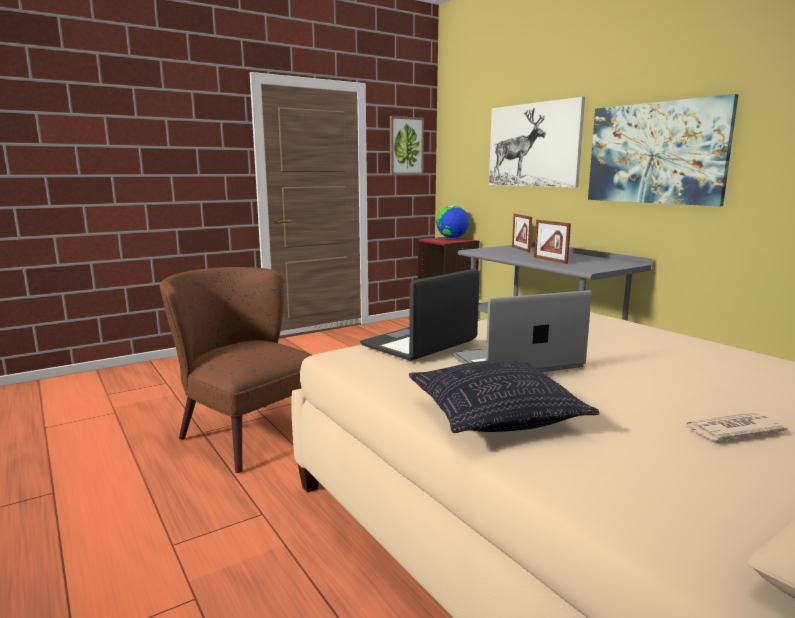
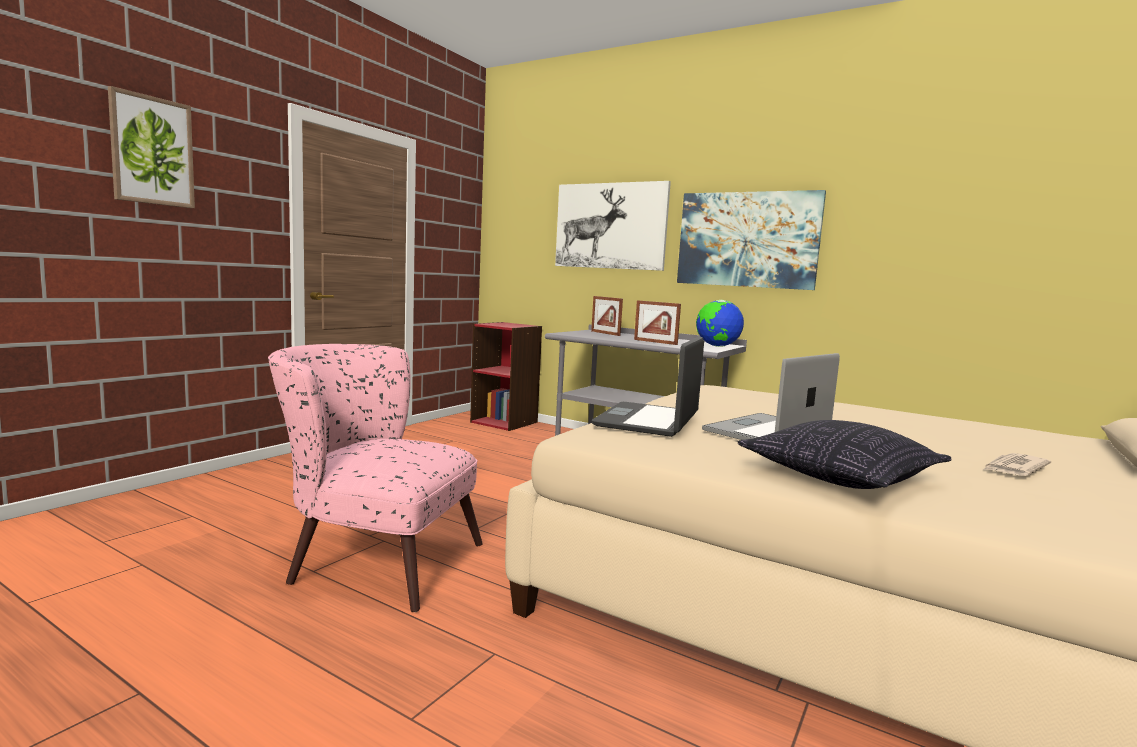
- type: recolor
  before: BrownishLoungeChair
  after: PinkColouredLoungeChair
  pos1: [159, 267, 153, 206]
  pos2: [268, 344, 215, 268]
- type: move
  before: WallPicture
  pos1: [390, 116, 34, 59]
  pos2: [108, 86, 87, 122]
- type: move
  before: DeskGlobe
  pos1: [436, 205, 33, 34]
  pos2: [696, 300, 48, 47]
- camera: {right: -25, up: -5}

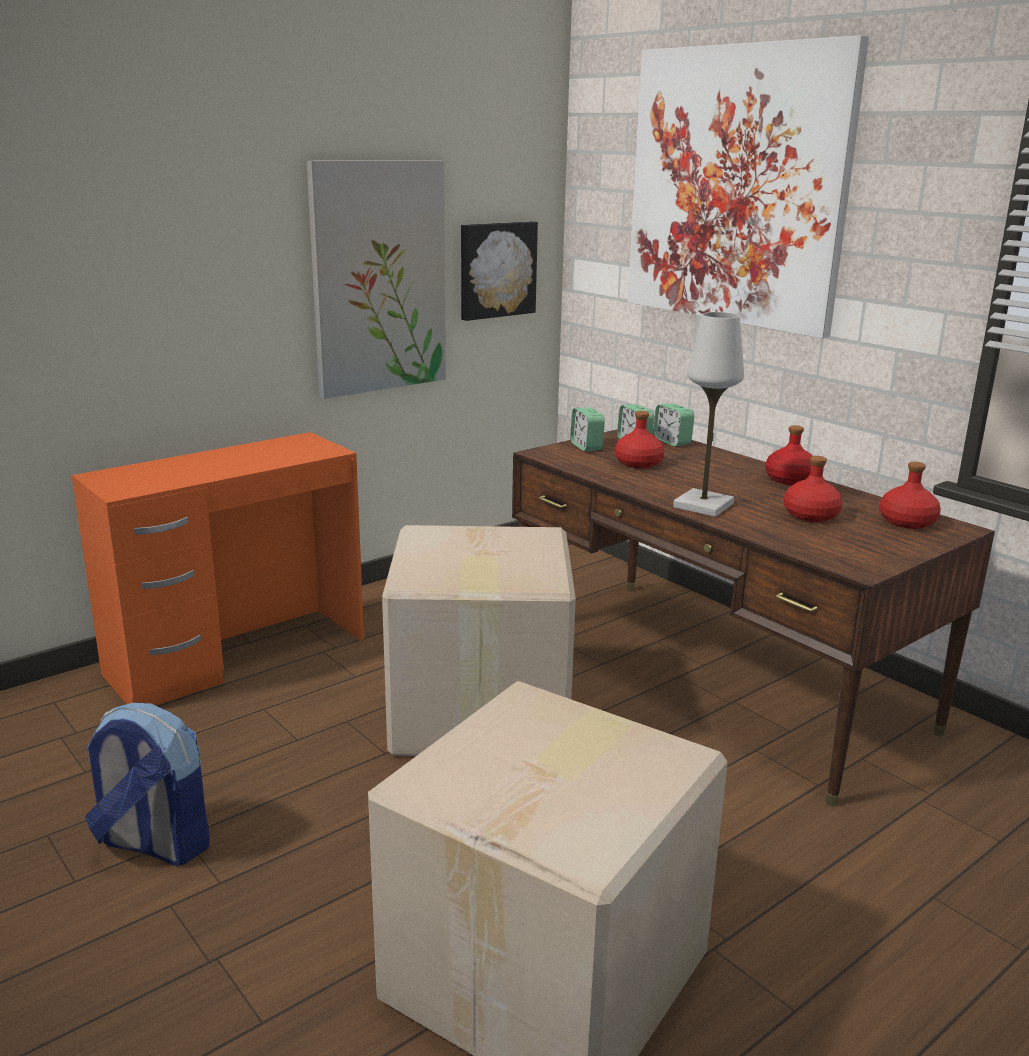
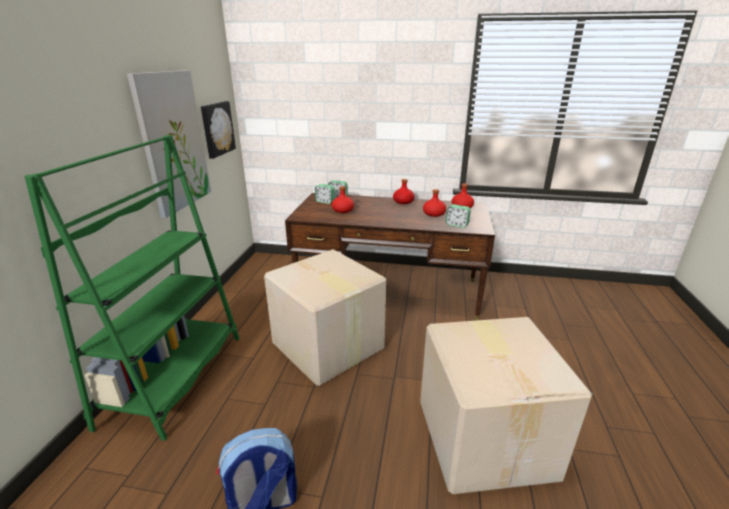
- type: replace
  before: OrangeyDesk
  after: GreenColouredBookshelf
  pos1: [72, 432, 292, 273]
  pos2: [24, 135, 216, 306]
- type: move
  before: TableClock
  pos1: [570, 407, 35, 45]
  pos2: [446, 204, 25, 24]
- type: delete
  before: WallPicture
  pos1: [628, 35, 241, 303]
- type: delete
  before: WhiteTabletopLamp
  pos1: [673, 312, 71, 205]
- camera: {right: -40, up: 5}

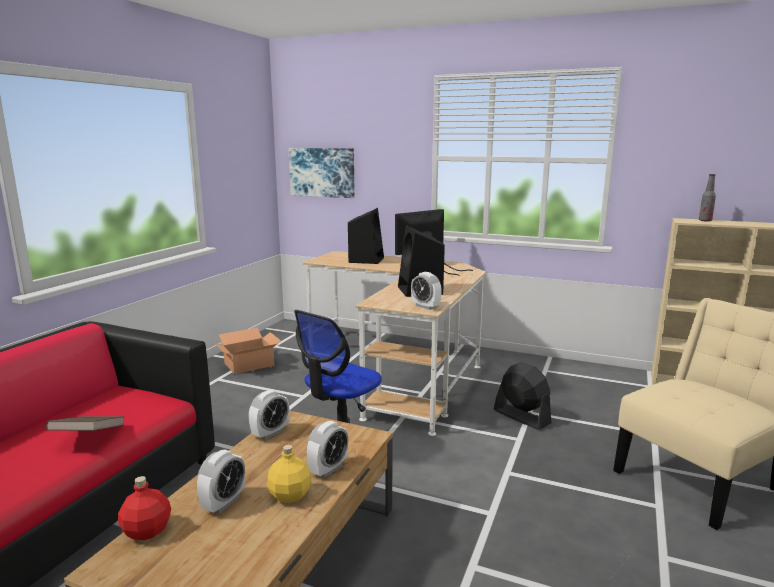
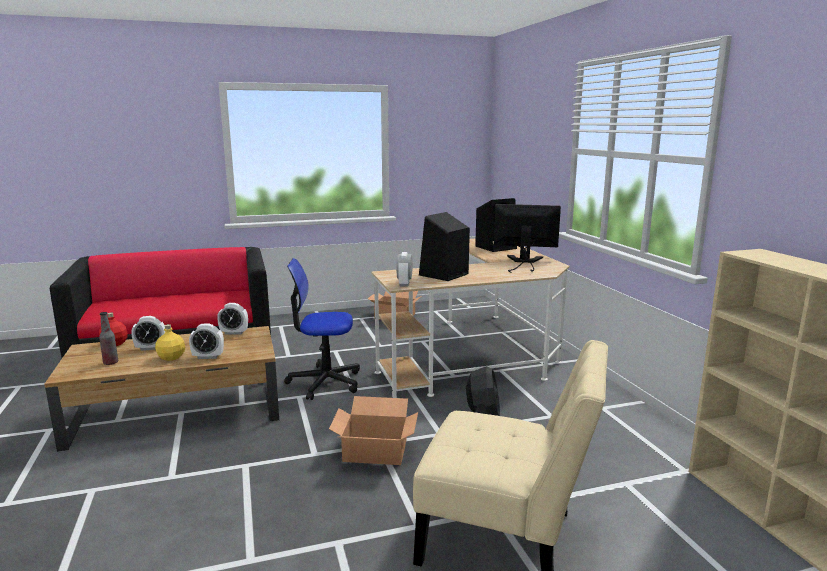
- type: delete
  before: BrownishBoundBook
  pos1: [46, 416, 79, 15]
- type: delete
  before: WallPicture
  pos1: [289, 148, 66, 50]
- type: move
  before: DrinkBottle
  pos1: [699, 174, 17, 48]
  pos2: [99, 312, 19, 53]
- type: insert
  after: Carton
  pos2: [329, 396, 89, 69]
- camera: {right: 50, up: 0}

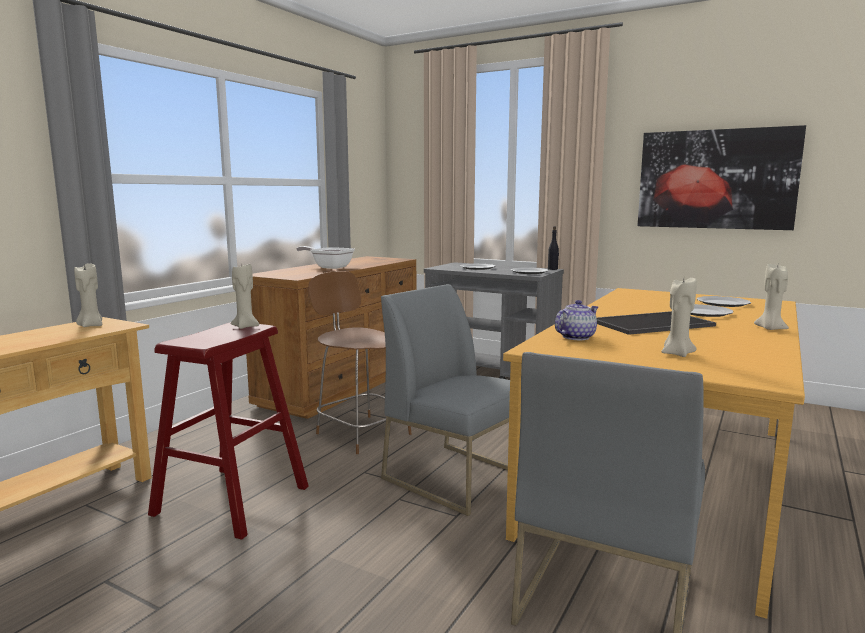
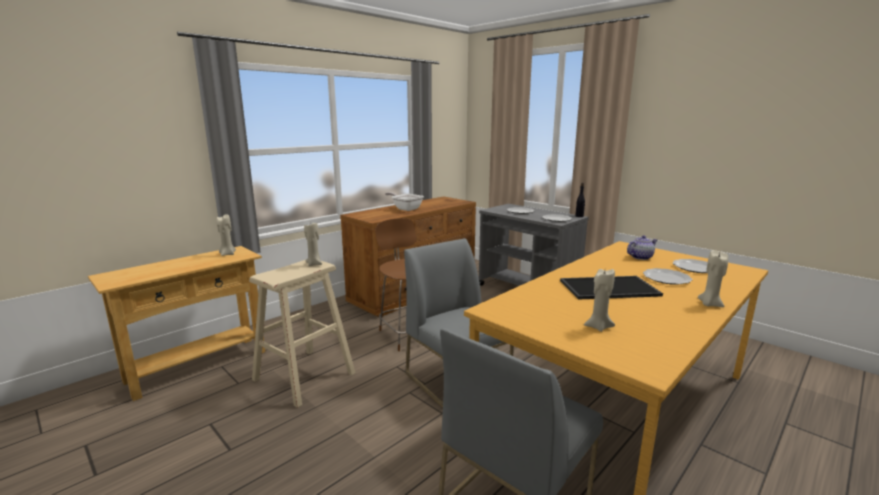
- type: recolor
  before: ReddishStool
  after: SandColouredStool
  pos1: [148, 322, 161, 218]
  pos2: [249, 260, 107, 148]
- type: move
  before: Teapot
  pos1: [555, 300, 43, 40]
  pos2: [627, 235, 30, 25]
- type: delete
  before: WallPicture
  pos1: [638, 125, 168, 105]
- camera: {right: 15, up: 5}

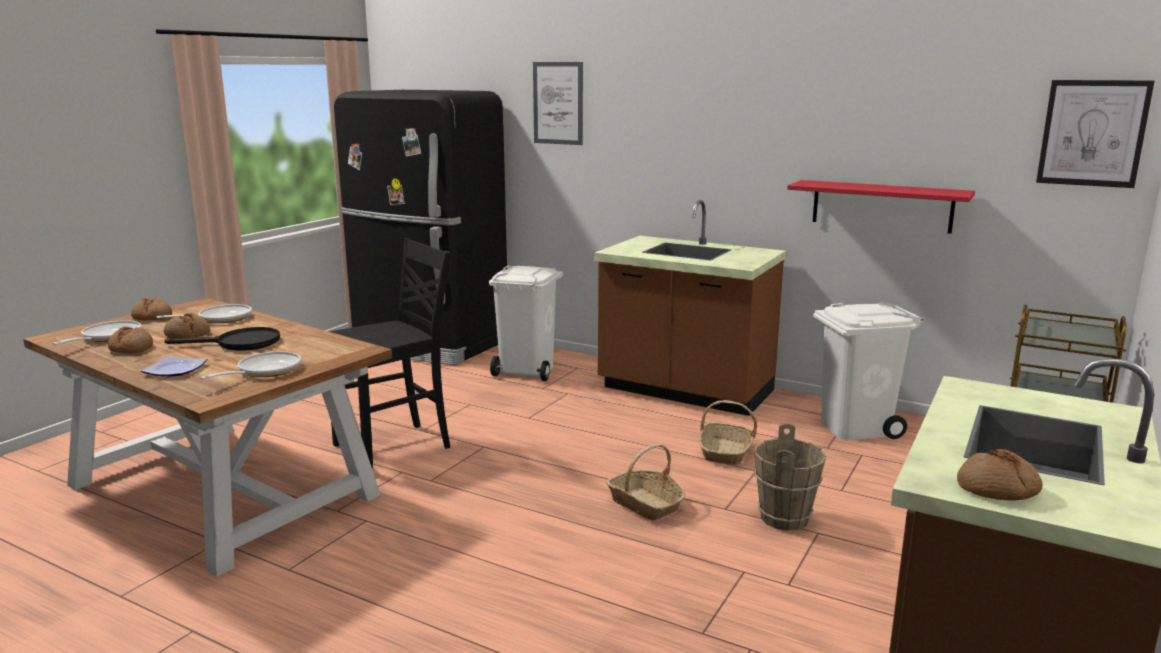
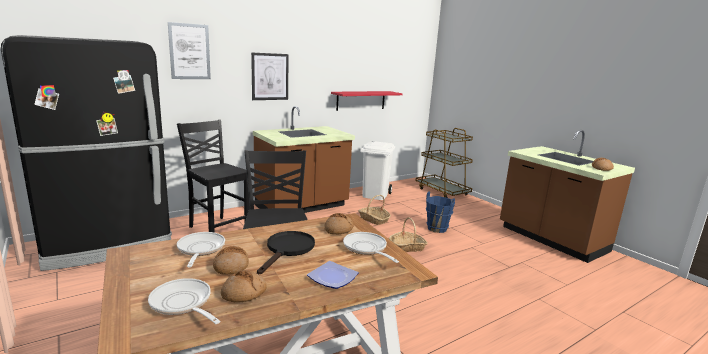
- type: move
  before: BakedBread
  pos1: [131, 298, 41, 22]
  pos2: [324, 213, 30, 22]
- type: replace
  before: WhiteRubbishBin
  after: BlackPlainChair
  pos1: [489, 265, 74, 116]
  pos2: [177, 120, 73, 113]
- type: recolor
  before: BrownishPail
  after: BluePail
  pos1: [754, 424, 72, 107]
  pos2: [426, 191, 29, 42]
- type: move
  before: WallPicture
  pos1: [1036, 80, 118, 108]
  pos2: [251, 52, 38, 48]
- camera: {right: -65, up: 0}

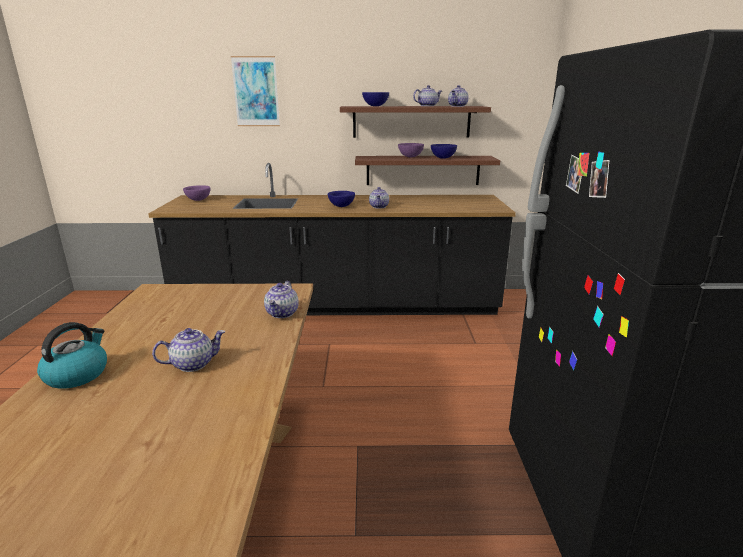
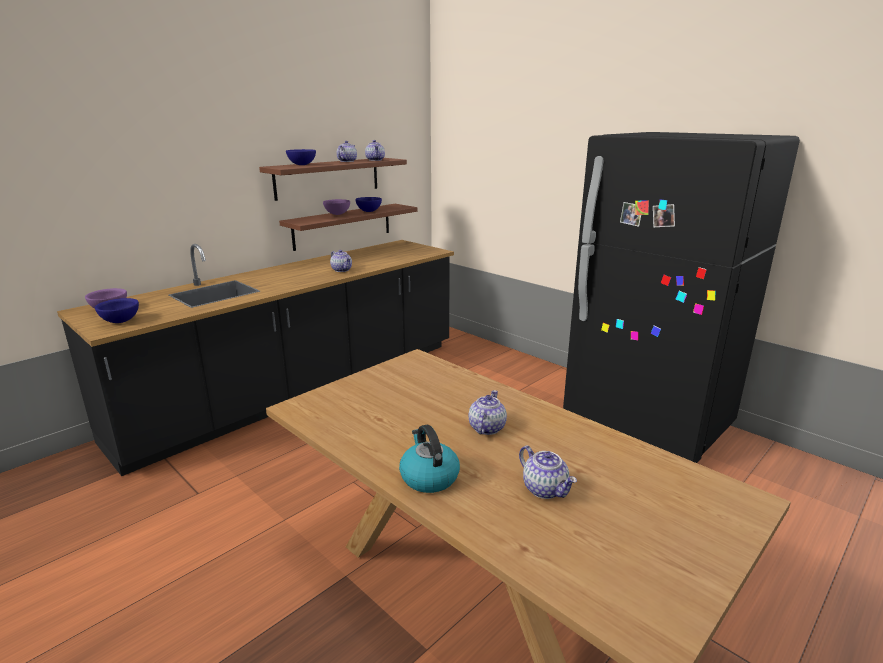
- type: delete
  before: WallPicture
  pos1: [231, 56, 49, 70]
- type: move
  before: Teapot
  pos1: [264, 281, 35, 37]
  pos2: [519, 446, 58, 53]
- type: move
  before: BlueDeepDish
  pos1: [328, 191, 27, 16]
  pos2: [95, 298, 44, 25]
- camera: {right: -45, up: 0}

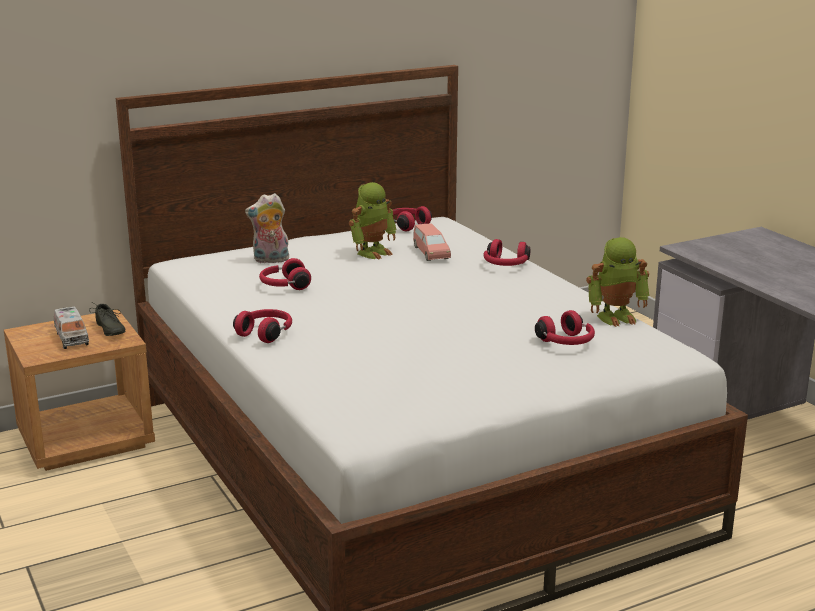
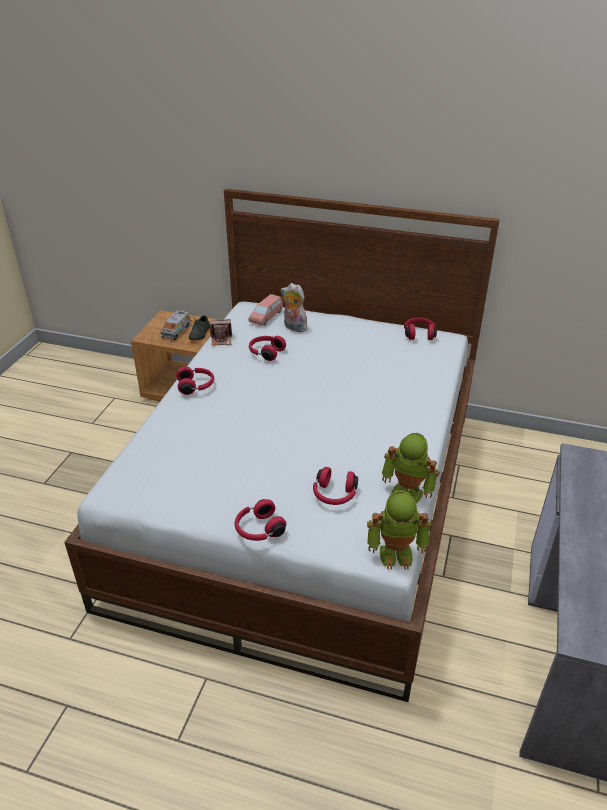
- type: move
  before: RobotFigure
  pos1: [349, 182, 48, 77]
  pos2: [367, 490, 64, 80]
- type: move
  before: PinkColouredModelCar
  pos1: [413, 223, 38, 38]
  pos2: [249, 294, 34, 32]
- type: move
  before: ReddishPairOfHeadphones
  pos1: [484, 239, 46, 27]
  pos2: [235, 499, 51, 42]
- type: insert
  after: PhotoCamera
  pos2: [209, 319, 23, 27]
- camera: {right: 45, up: 15}

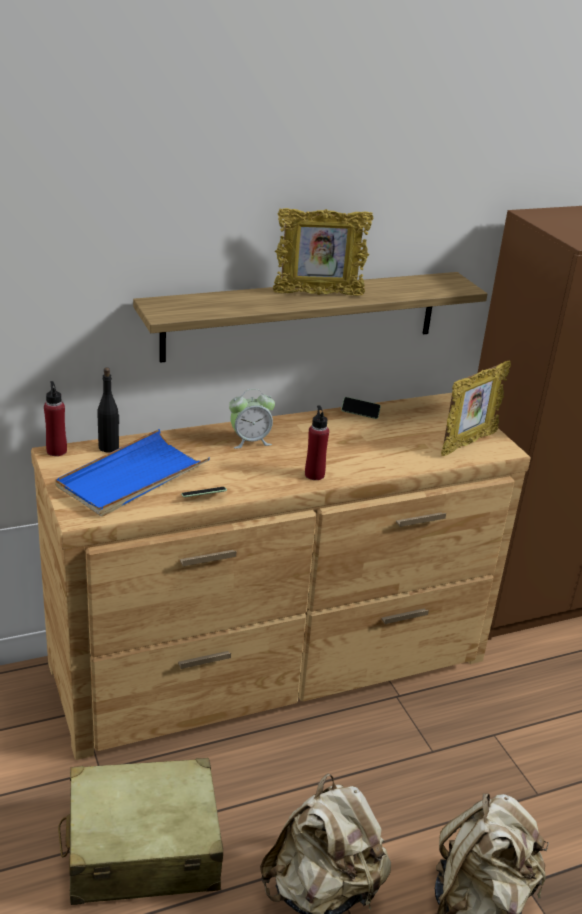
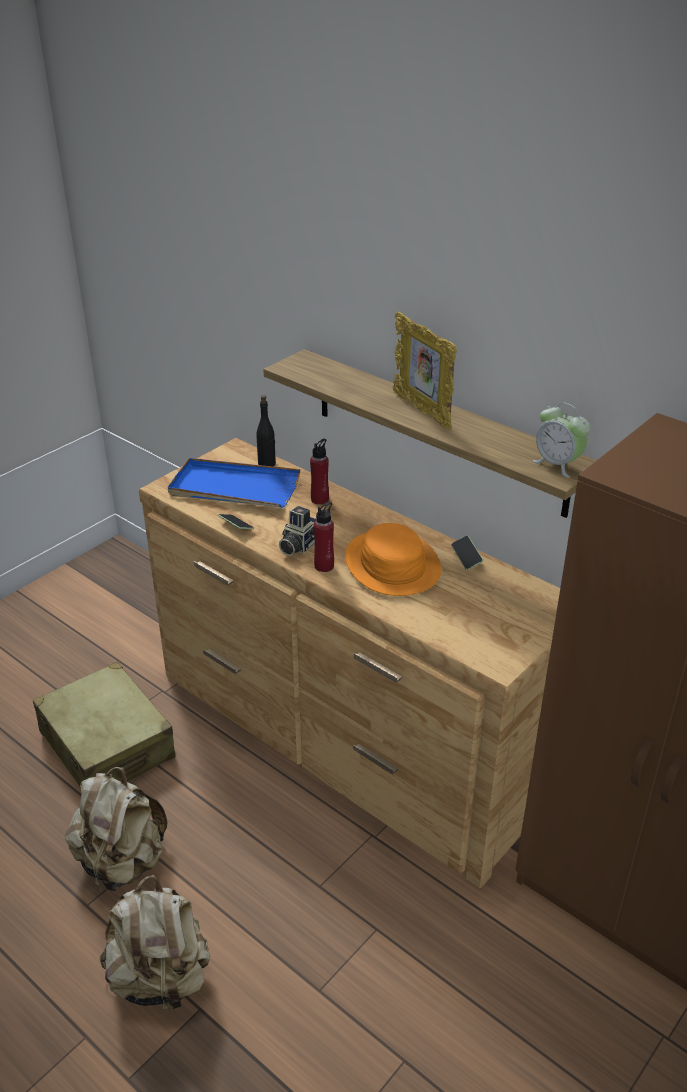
- type: move
  before: ReddishDrinkBottle
  pos1: [44, 381, 23, 75]
  pos2: [310, 439, 19, 66]
- type: move
  before: TableClock
  pos1: [229, 389, 46, 60]
  pos2: [532, 403, 58, 75]
- type: delete
  before: PictureFrame
  pos1: [441, 361, 70, 95]
- type: insert
  after: PhotoCamera
  pos2: [279, 506, 37, 50]
- type: insert
  after: OrangeyWearableHat
  pos2: [345, 523, 96, 73]
- camera: {right: 65, up: 5}

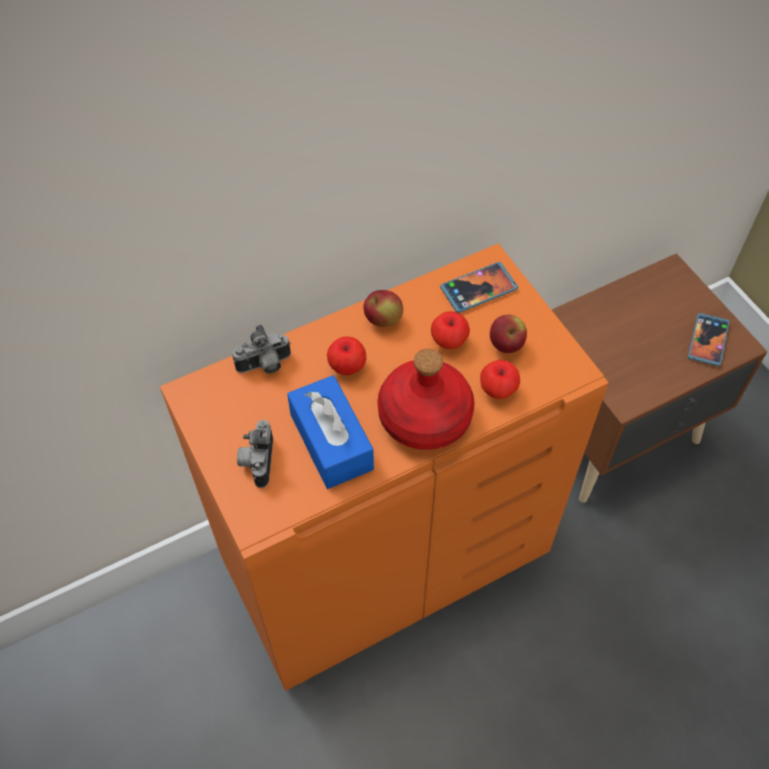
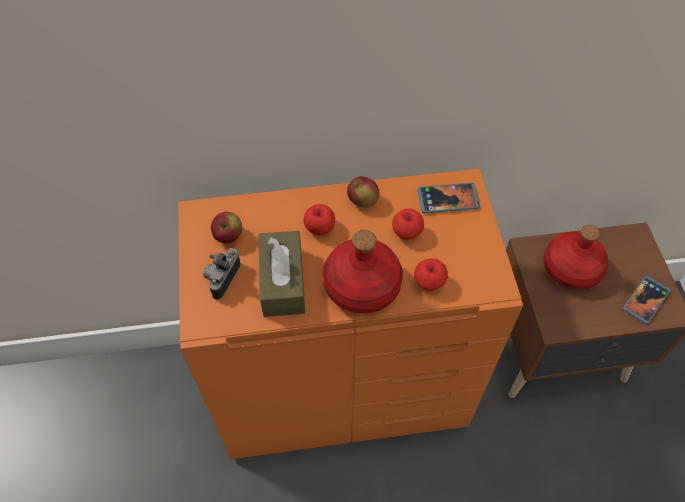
- type: delete
  before: PhotoCamera
  pos1: [232, 325, 59, 49]
- type: recolor
  before: BlueBoxOfTissues
  after: BrownishBoxOfTissues
  pos1: [287, 375, 87, 114]
  pos2: [258, 231, 47, 86]
- type: move
  before: Apple
  pos1: [490, 315, 37, 38]
  pos2: [211, 212, 31, 31]
- type: insert
  after: ReddishDrinkBottle
  pos2: [544, 225, 64, 65]
- camera: {right: 20, up: 0}

